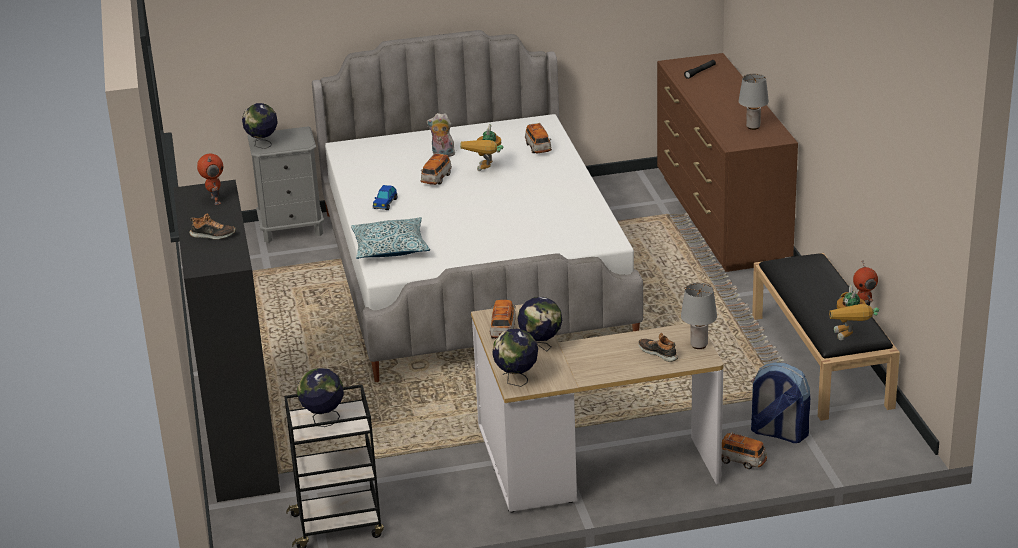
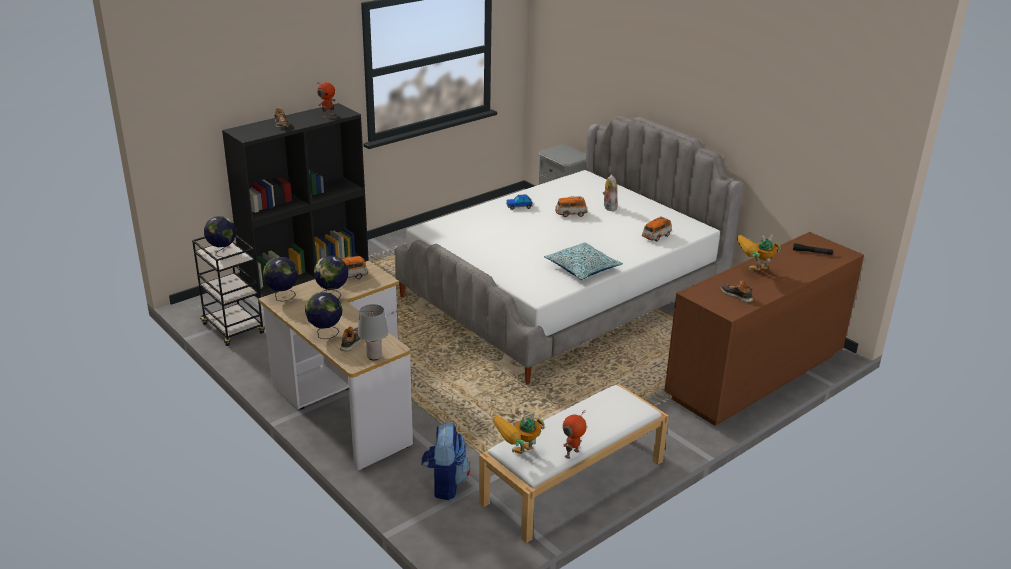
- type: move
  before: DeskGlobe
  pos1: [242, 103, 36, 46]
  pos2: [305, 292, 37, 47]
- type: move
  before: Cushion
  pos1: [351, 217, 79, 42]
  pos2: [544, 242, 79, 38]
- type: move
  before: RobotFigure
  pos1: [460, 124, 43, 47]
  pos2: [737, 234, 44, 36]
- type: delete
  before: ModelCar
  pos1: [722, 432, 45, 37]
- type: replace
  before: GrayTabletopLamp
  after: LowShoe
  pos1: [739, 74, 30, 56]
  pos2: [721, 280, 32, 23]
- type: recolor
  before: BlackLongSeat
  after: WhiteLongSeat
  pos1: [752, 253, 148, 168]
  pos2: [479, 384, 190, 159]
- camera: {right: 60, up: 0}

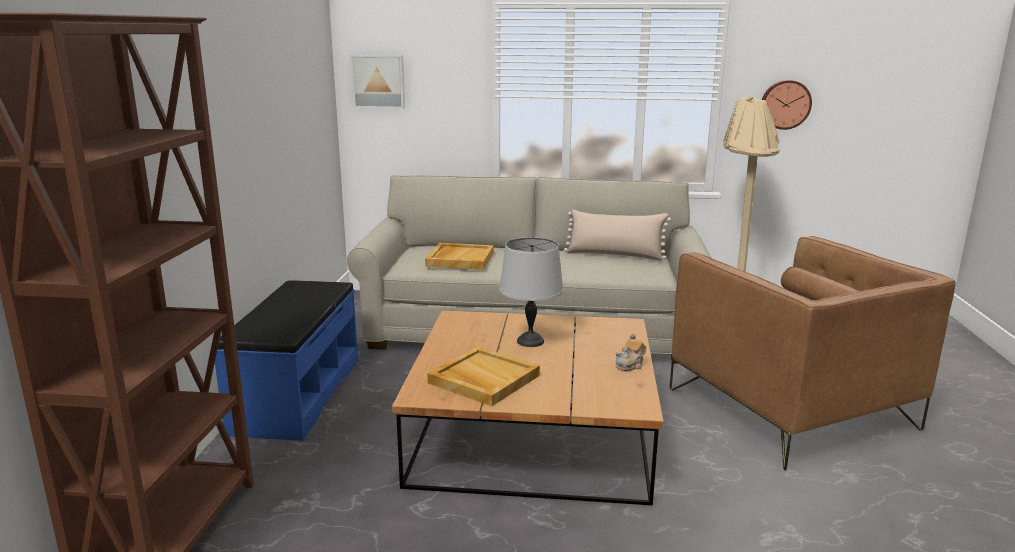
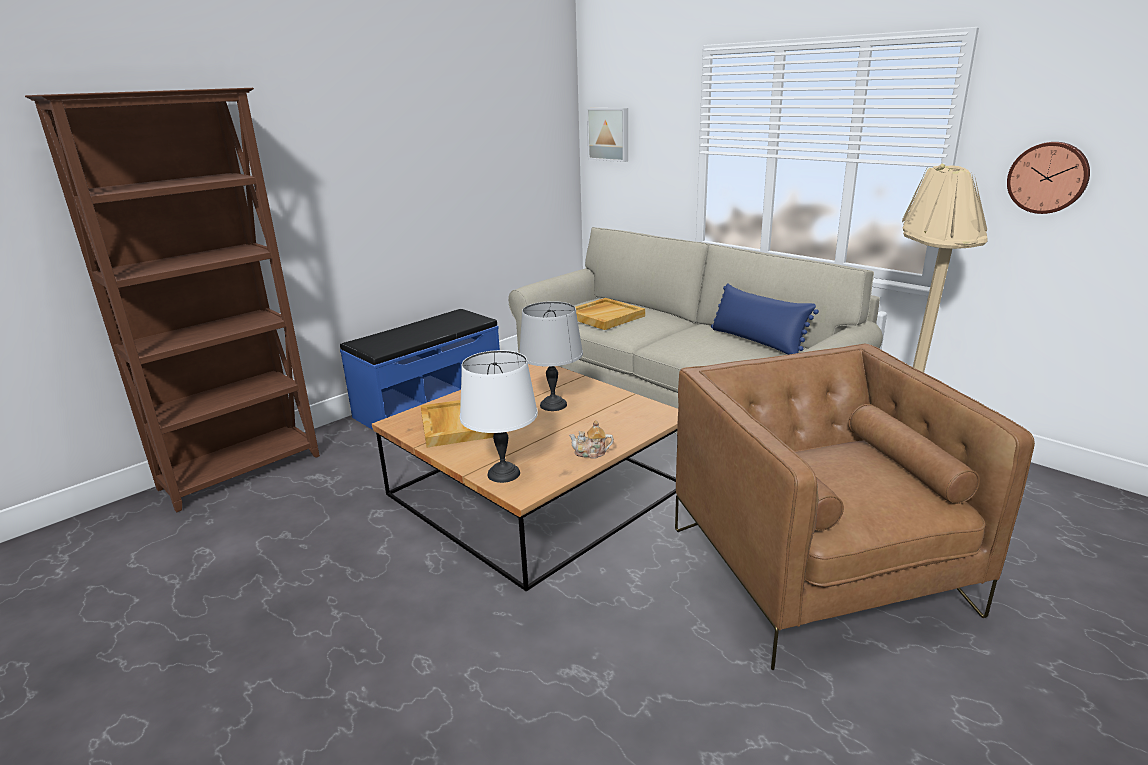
- type: recolor
  before: SandColouredCushion
  after: BlueCushion
  pos1: [564, 209, 107, 52]
  pos2: [711, 283, 108, 72]
- type: rotate
  before: BrownishLoungeChair
  pos1: [670, 236, 286, 235]
  pos2: [675, 343, 360, 327]
  turn: 150
- type: insert
  after: WhiteTabletopLamp
  pos2: [460, 350, 78, 133]
- camera: {right: 40, up: 5}

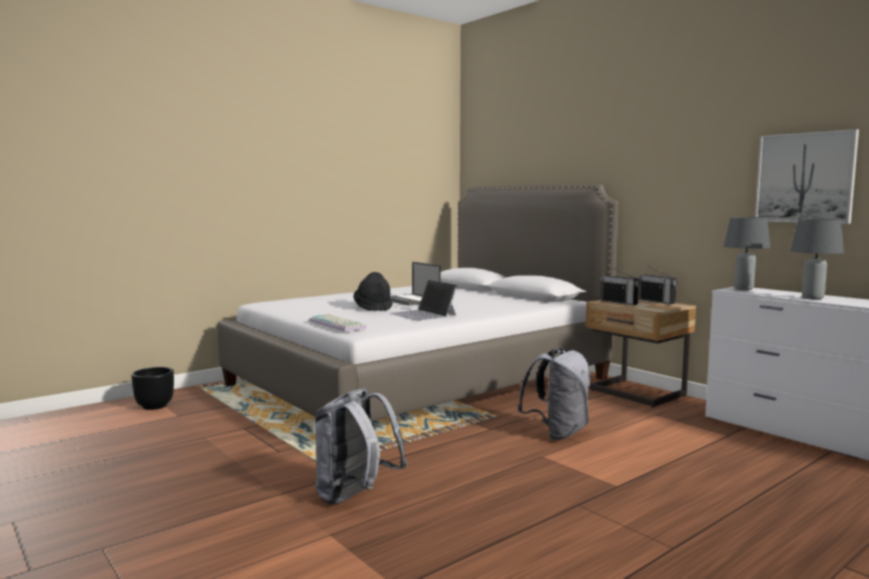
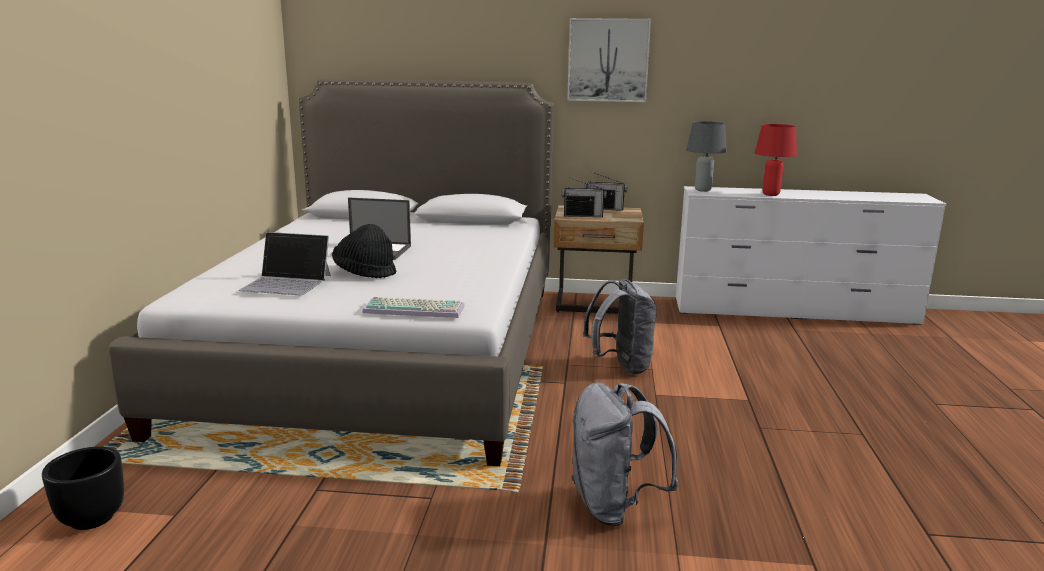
- type: move
  before: NotebookComputer
  pos1: [391, 280, 66, 41]
  pos2: [239, 232, 92, 63]
- type: move
  before: WallPicture
  pos1: [755, 129, 104, 95]
  pos2: [567, 18, 84, 84]
- type: recolor
  before: GrayTabletopLamp
  after: ReddishTabletopLamp
  pos1: [790, 219, 54, 81]
  pos2: [755, 124, 42, 72]
- camera: {right: -45, up: 10}

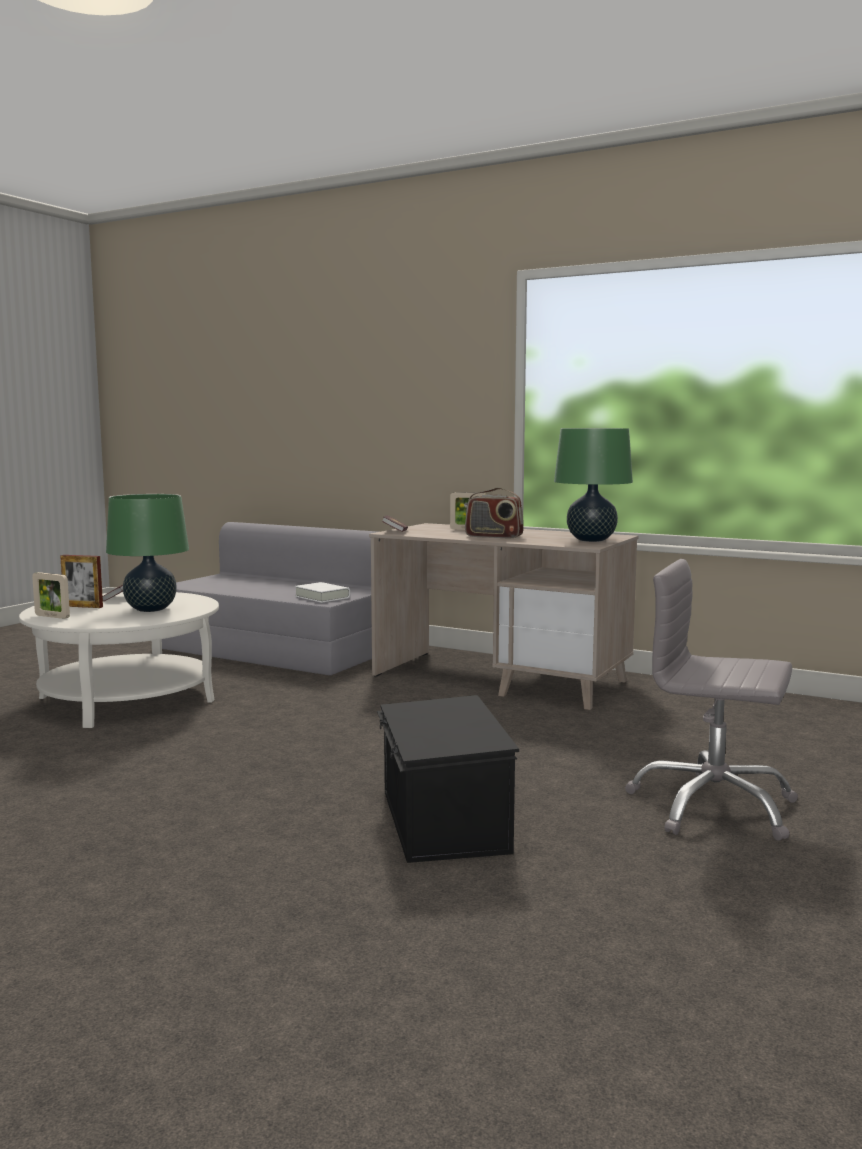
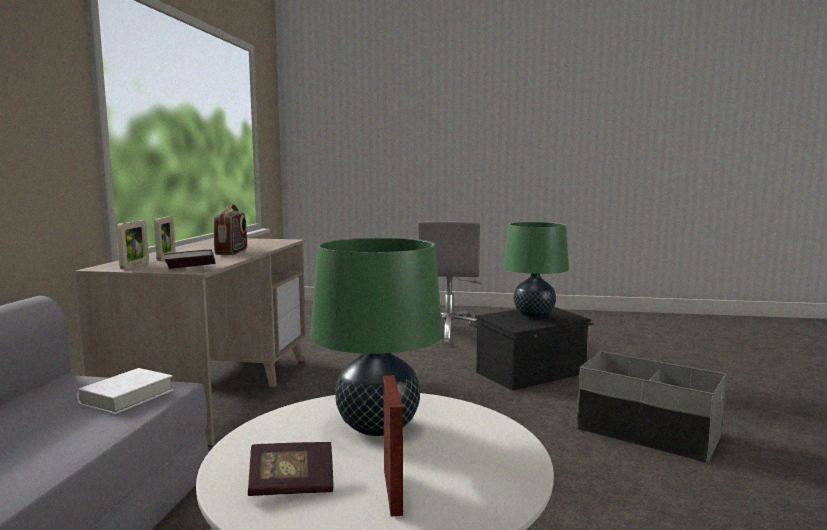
- type: move
  before: PictureFrame
  pos1: [32, 572, 38, 47]
  pos2: [116, 220, 33, 49]
- type: move
  before: GreenColouredTabletopLamp
  pos1: [554, 428, 79, 114]
  pos2: [503, 222, 66, 96]
- type: insert
  after: GrayStorageBox
  pos2: [577, 351, 149, 112]
- camera: {right: -110, up: 0}

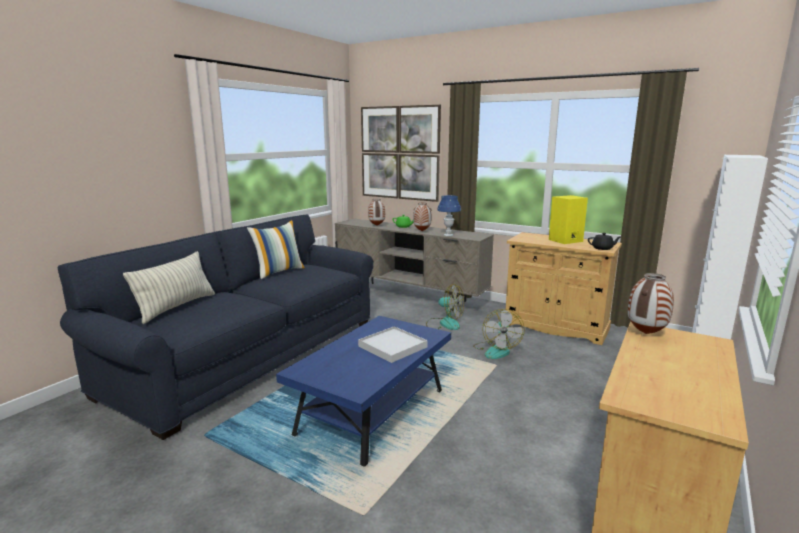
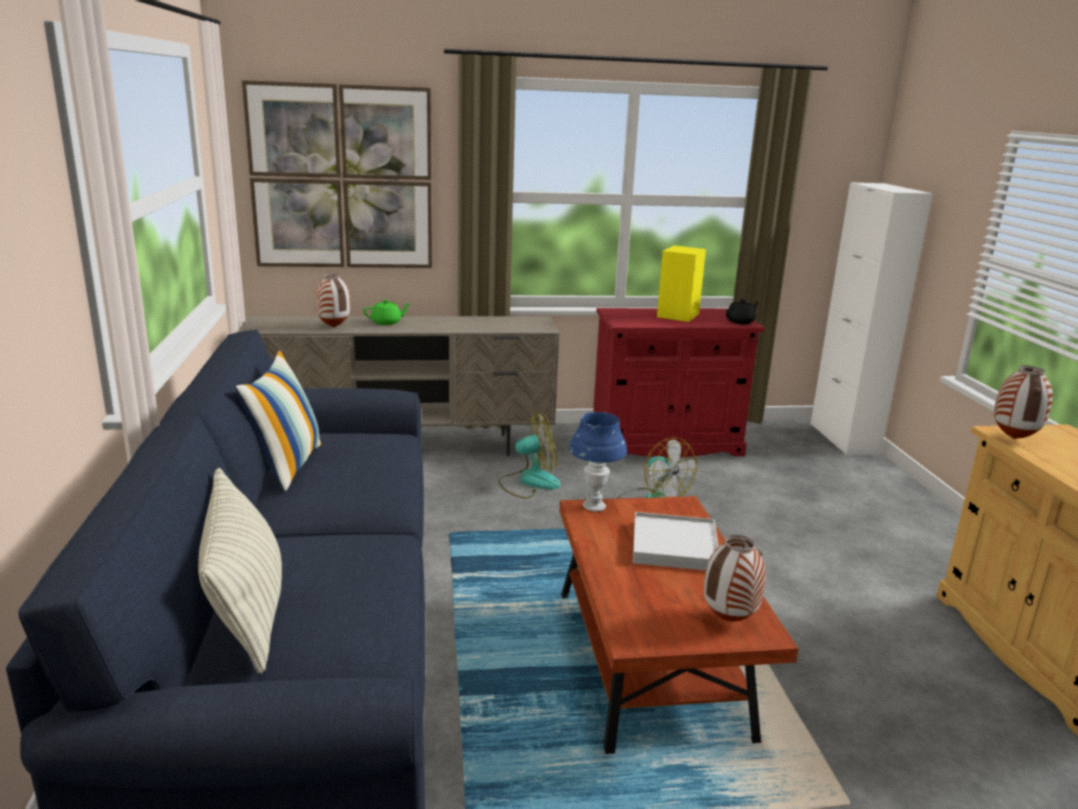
- type: recolor
  before: BlueLowTable
  after: BrownishLowTable
  pos1: [276, 316, 175, 151]
  pos2: [559, 496, 240, 258]
- type: move
  before: FlowerVase
  pos1: [413, 203, 19, 28]
  pos2: [704, 535, 61, 87]
- type: move
  before: BlueTabletopLamp
  pos1: [437, 195, 24, 41]
  pos2: [569, 412, 58, 100]
- type: recolor
  before: SandColouredStorageCabinet
  after: ReddishStorageCabinet
  pos1: [506, 232, 116, 113]
  pos2: [593, 308, 172, 150]
- camera: {right: -40, up: 5}

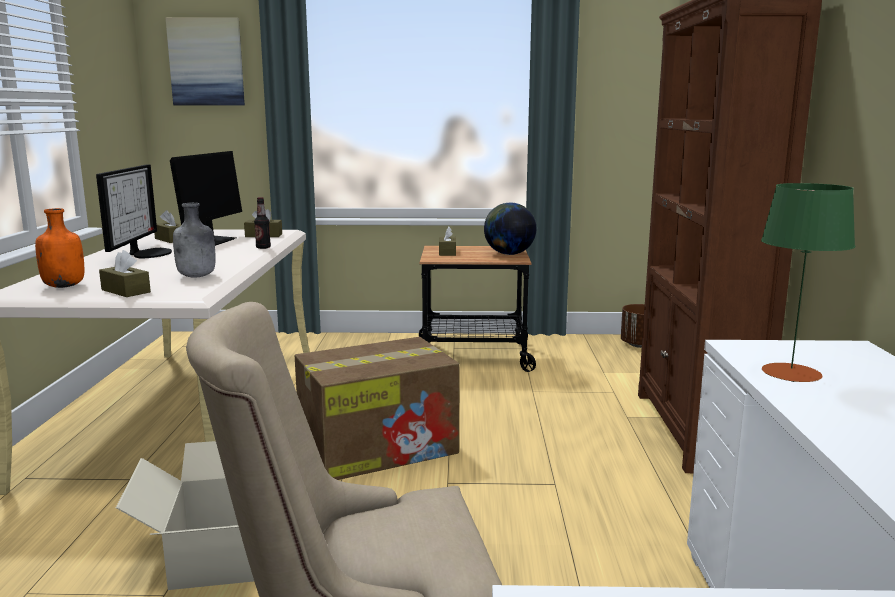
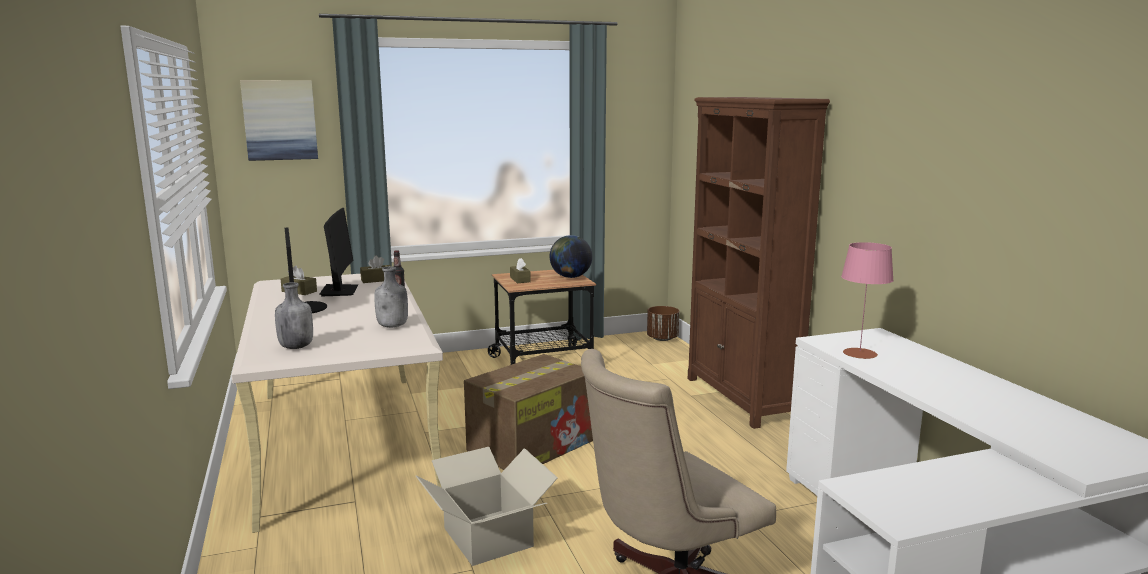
- type: recolor
  before: OrangeyDrinkBottle
  after: GrayDrinkBottle
  pos1: [35, 208, 49, 80]
  pos2: [275, 282, 38, 67]
- type: delete
  before: BrownishBoxOfTissues
  pos1: [99, 250, 52, 47]
- type: recolor
  before: GreenColouredTabletopLamp
  after: PinkColouredTabletopLamp
  pos1: [761, 183, 94, 199]
  pos2: [841, 242, 53, 117]
- camera: {right: -20, up: 0}

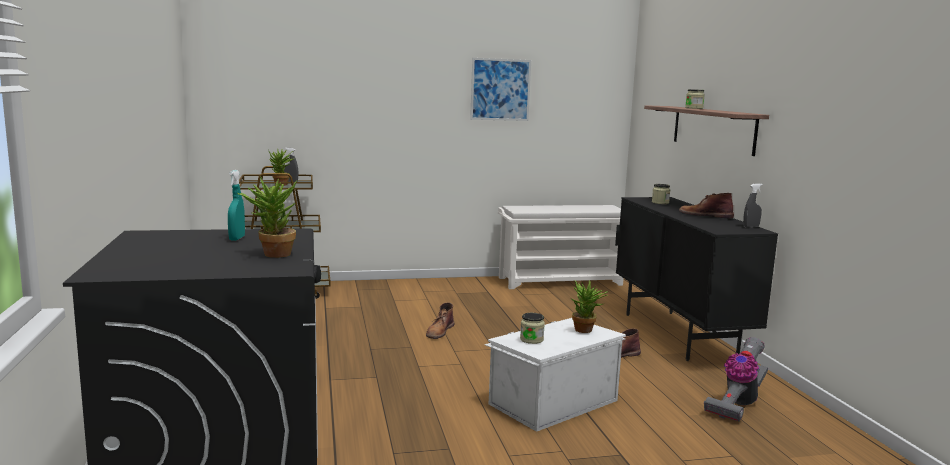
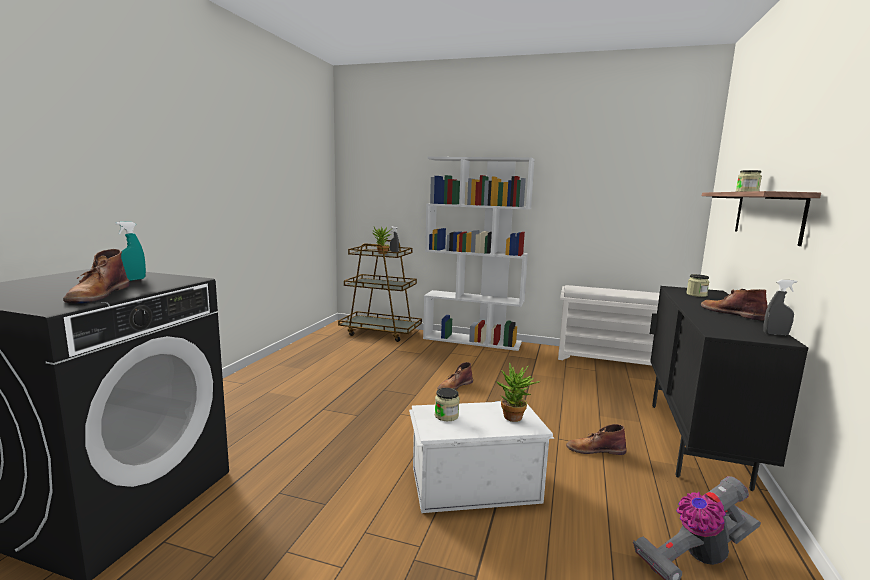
- type: replace
  before: PlantInAPot
  after: BrownishBoot
  pos1: [237, 176, 61, 82]
  pos2: [63, 249, 67, 55]
- type: delete
  before: WallPicture
  pos1: [470, 58, 61, 63]
- type: insert
  after: WhiteBookshelf
  pos2: [423, 157, 112, 194]
- camera: {right: 30, up: 0}

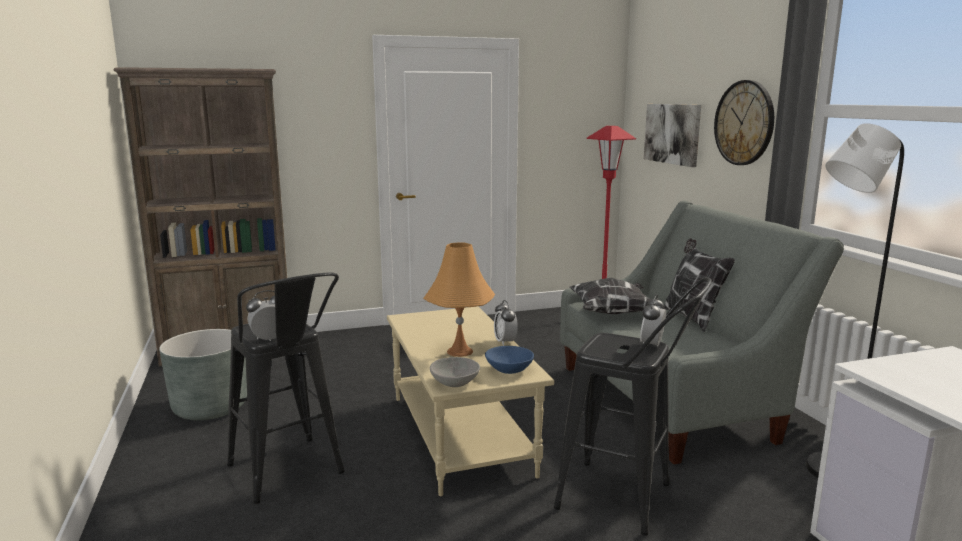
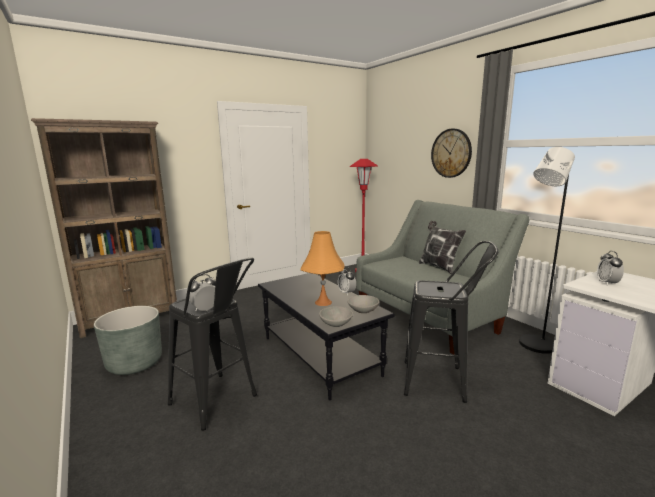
- type: recolor
  before: SandColouredLowTable
  after: BlackLowTable
  pos1: [387, 306, 167, 190]
  pos2: [258, 273, 136, 127]
- type: recolor
  before: BlueDeepDish
  after: GrayDeepDish
  pos1: [485, 346, 49, 28]
  pos2: [347, 295, 32, 18]
- type: delete
  before: Cushion
  pos1: [570, 278, 81, 36]
- type: move
  before: TableClock
  pos1: [640, 294, 26, 52]
  pos2: [597, 251, 27, 35]
- type: delete
  before: WallPicture
  pos1: [644, 104, 57, 63]
- camera: {right: -15, up: 0}

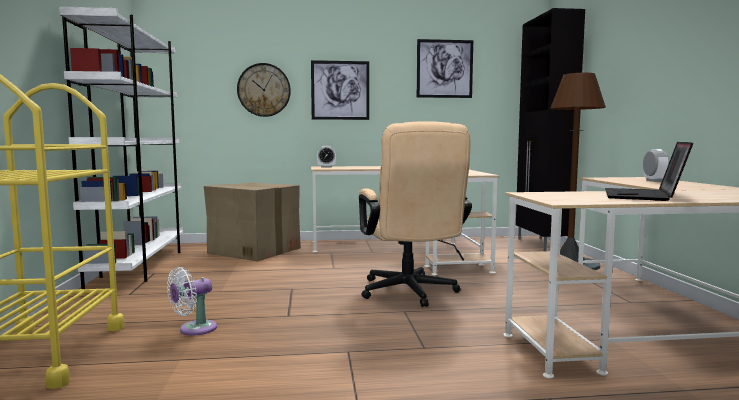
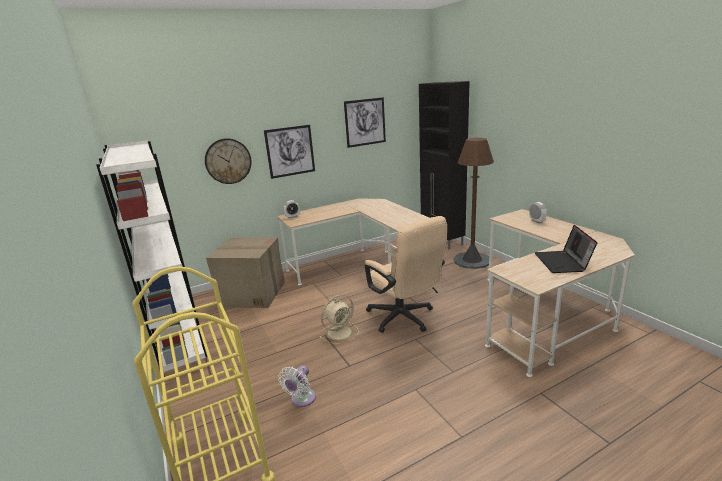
- type: insert
  after: SandColouredElectricFan
  pos2: [320, 295, 39, 49]
- camera: {right: -20, up: 15}

